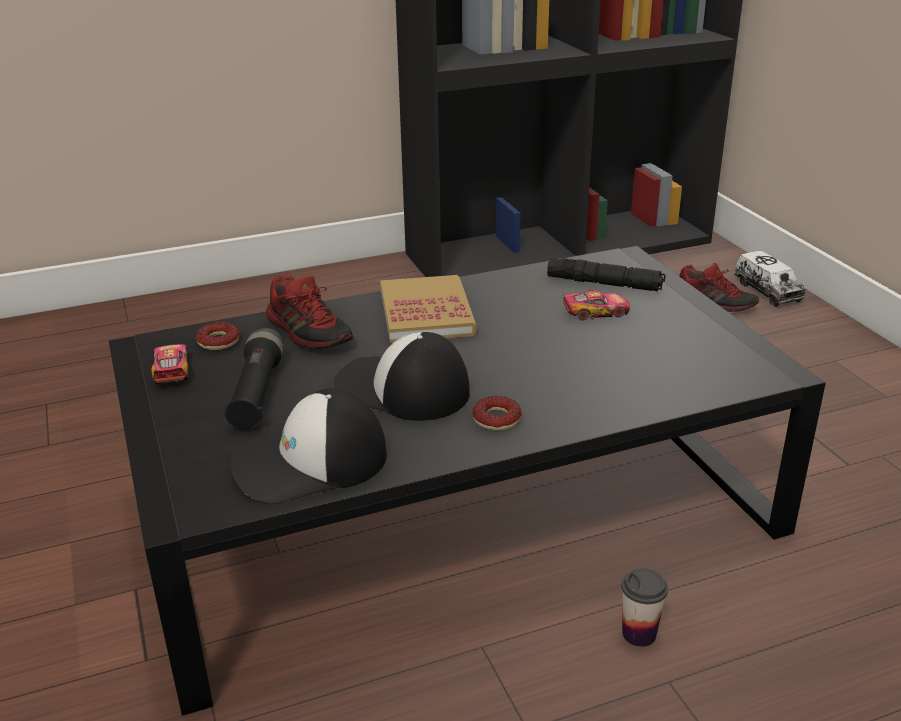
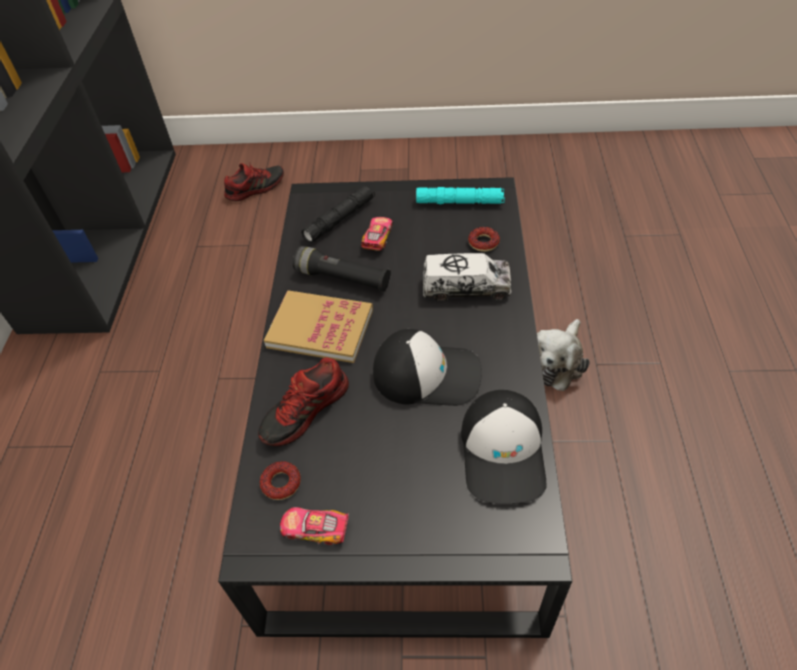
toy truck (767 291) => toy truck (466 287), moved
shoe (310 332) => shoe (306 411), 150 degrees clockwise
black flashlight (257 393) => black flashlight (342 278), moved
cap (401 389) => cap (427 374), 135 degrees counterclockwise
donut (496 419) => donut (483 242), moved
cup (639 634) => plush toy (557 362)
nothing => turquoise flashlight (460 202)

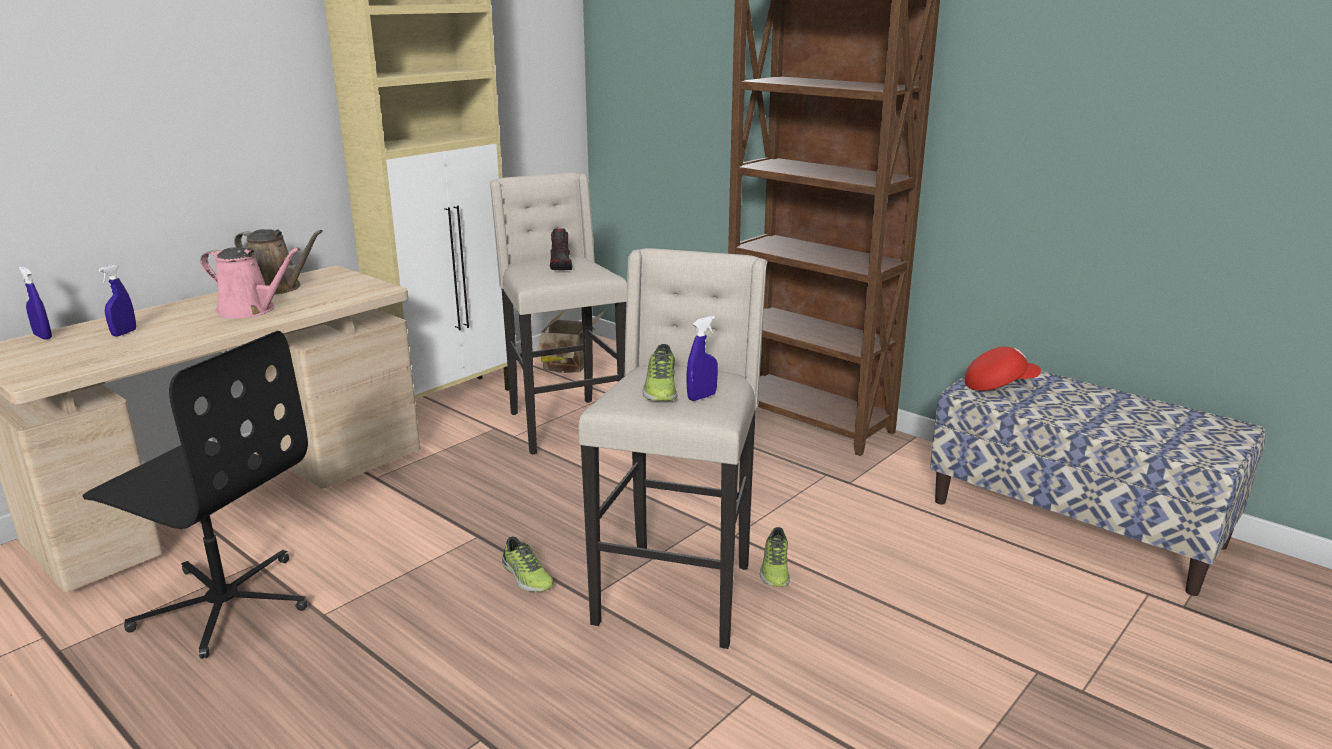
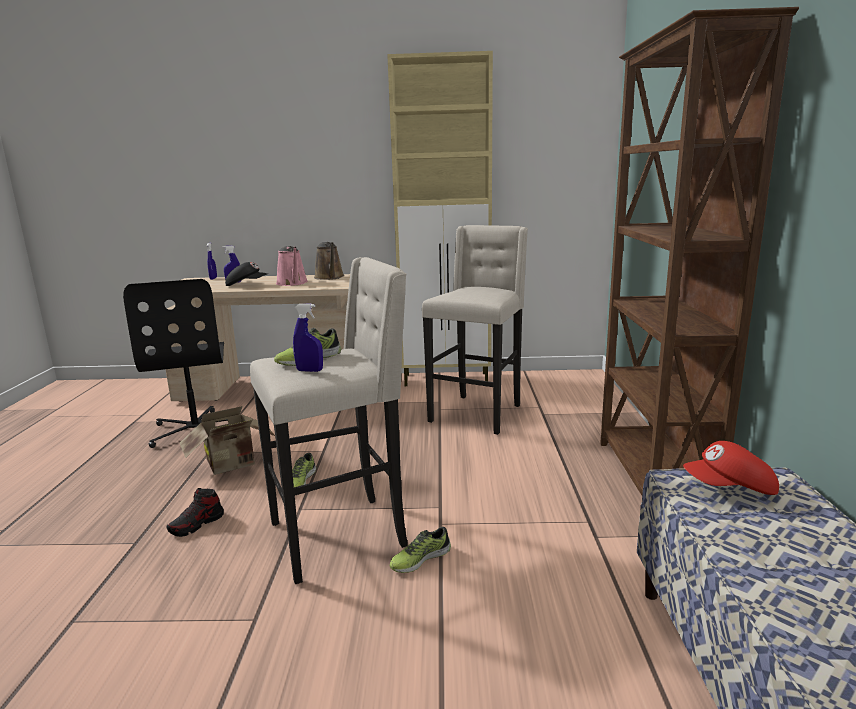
shoe (561 265) => shoe (197 524), moved
cardboard box (571 365) => cardboard box (233 465), moved
red cap (999 385) => red cap (730 489), 135 degrees clockwise
nothing => black cap (247 285)

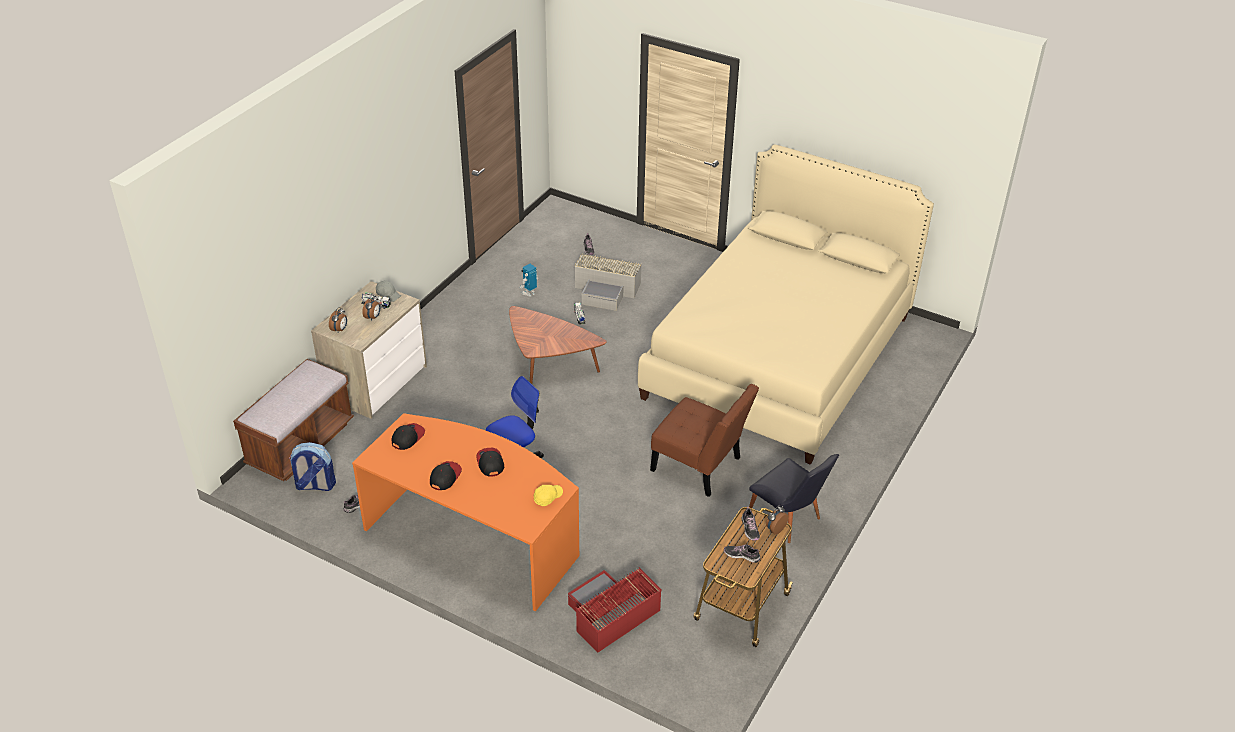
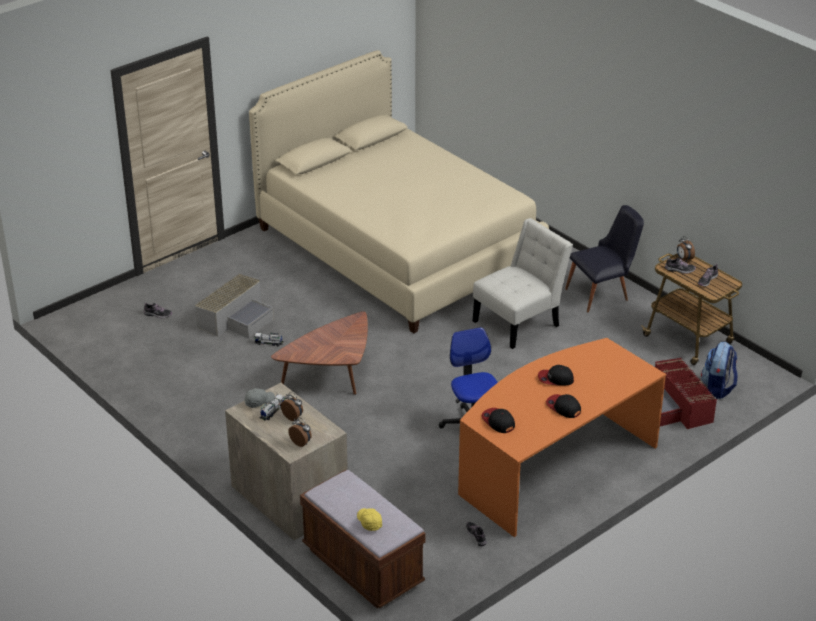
toy robot (529 293) => nothing
brown chair (700 467) => white chair (520 322)
backpack (315 485) => backpack (718 389), moved
yellow cap (547 497) => yellow cap (369 522), moved

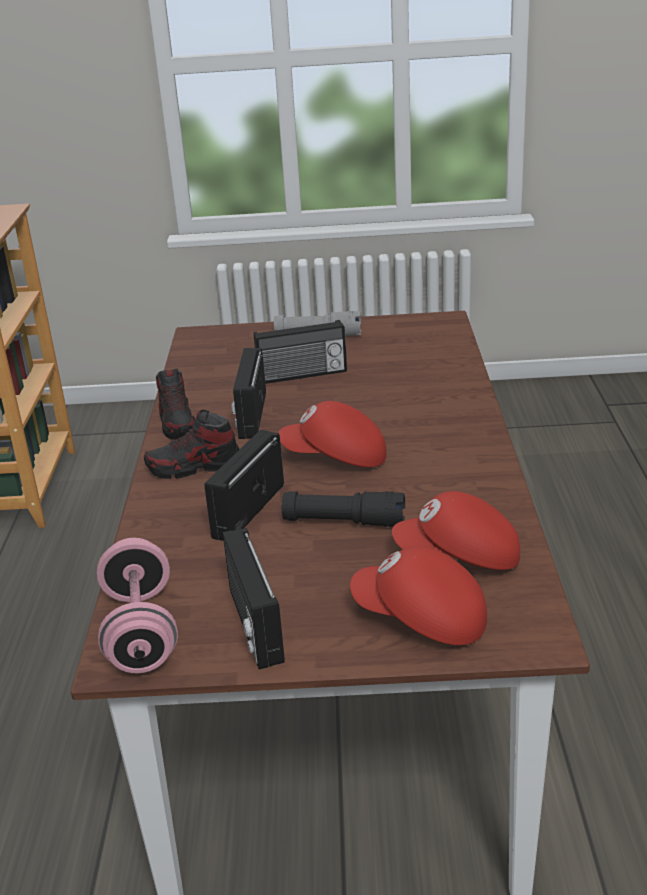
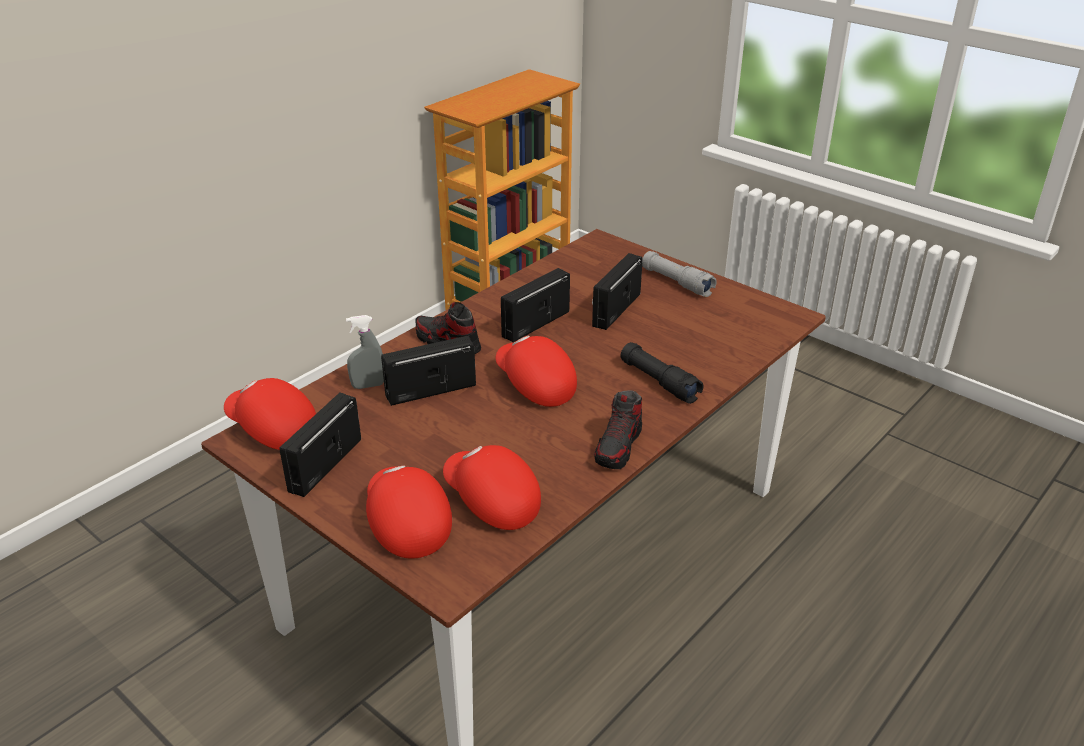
radio (302 375) => radio (615 309), 90 degrees clockwise
shoe (178 425) => shoe (618 447), moved
black flashlight (344 522) => black flashlight (659 382), moved
pink dumbbell (141 631) => red cap (272 430)
nothing => grey spray bottle (368 385)

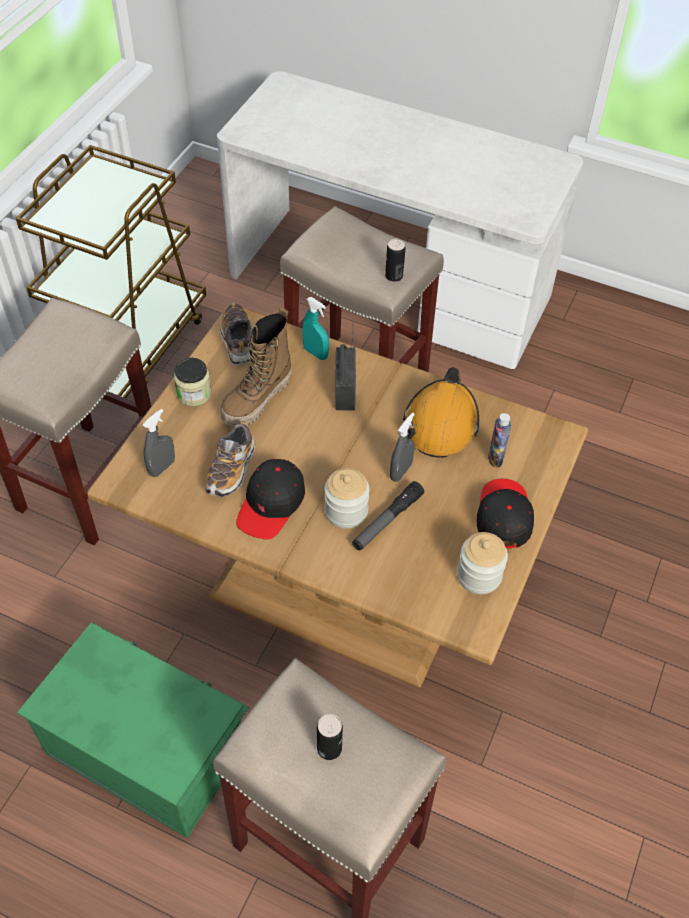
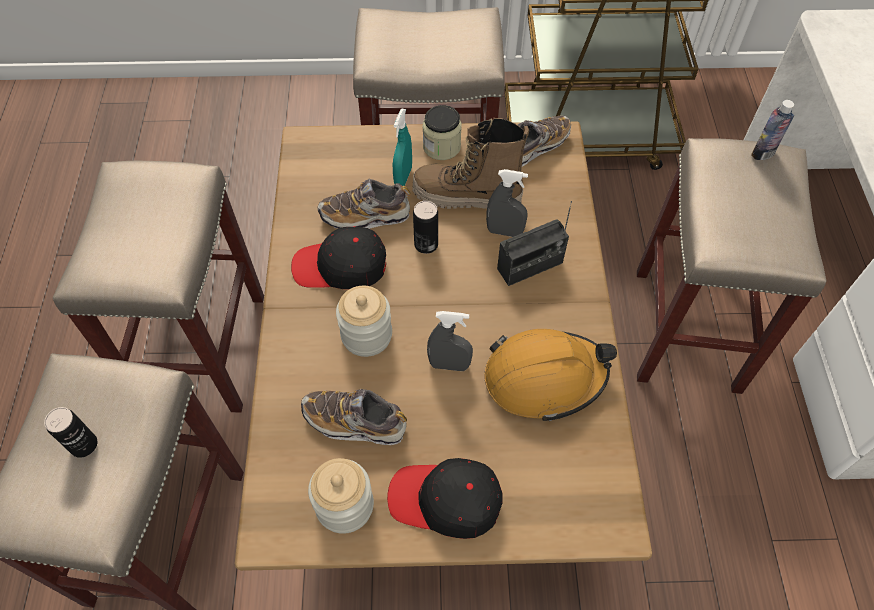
can (394 276) => can (426 244), moved
turquoise spray bottle (315 353) => turquoise spray bottle (403 177), moved
grey spray bottle (162 467) => grey spray bottle (504 232), moved
bottle (495 458) => bottle (762 153), moved
black cap (503 516) => black cap (445 500), 150 degrees counterclockwise
flashlight (387 521) => nothing
green storage box (146 748) => beige stool (202 348)
nothing => shoe (355 422)

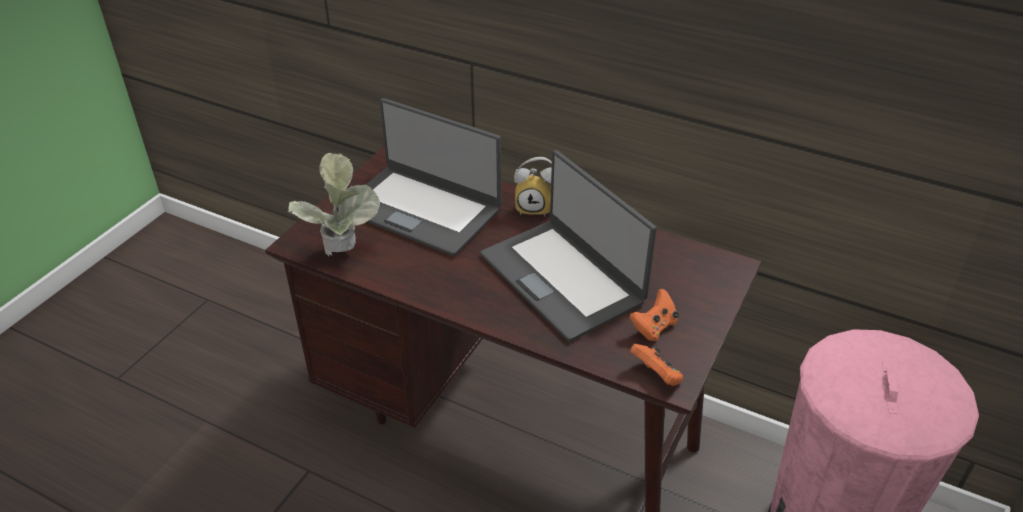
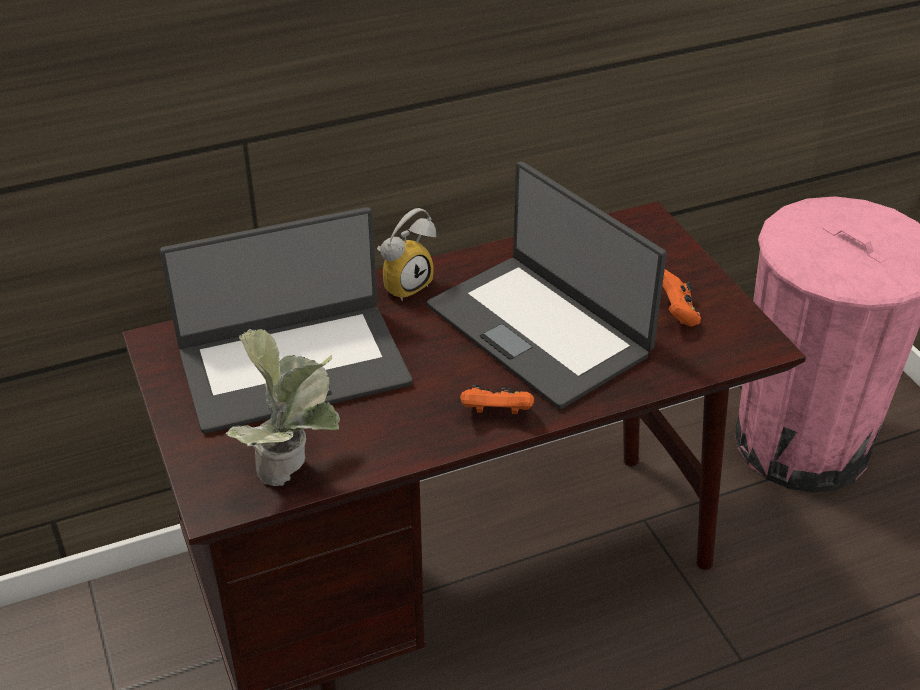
laptop (563 278) => laptop (540 329), 45 degrees clockwise
orange game controller (656 376) => orange game controller (497 414), moved

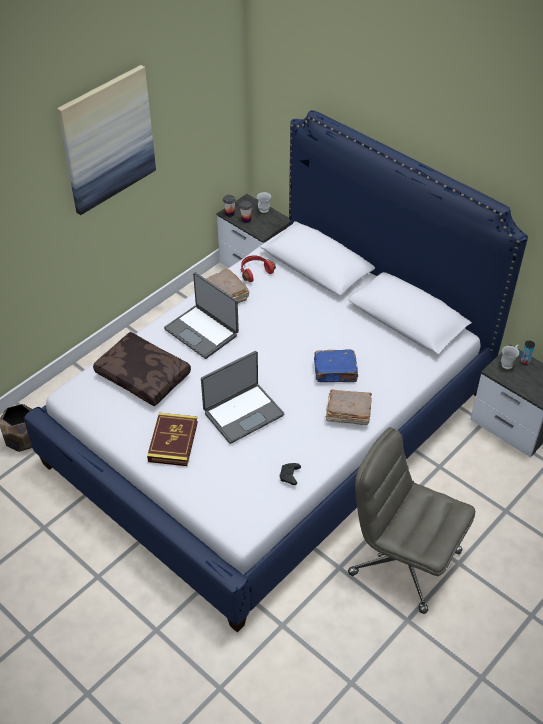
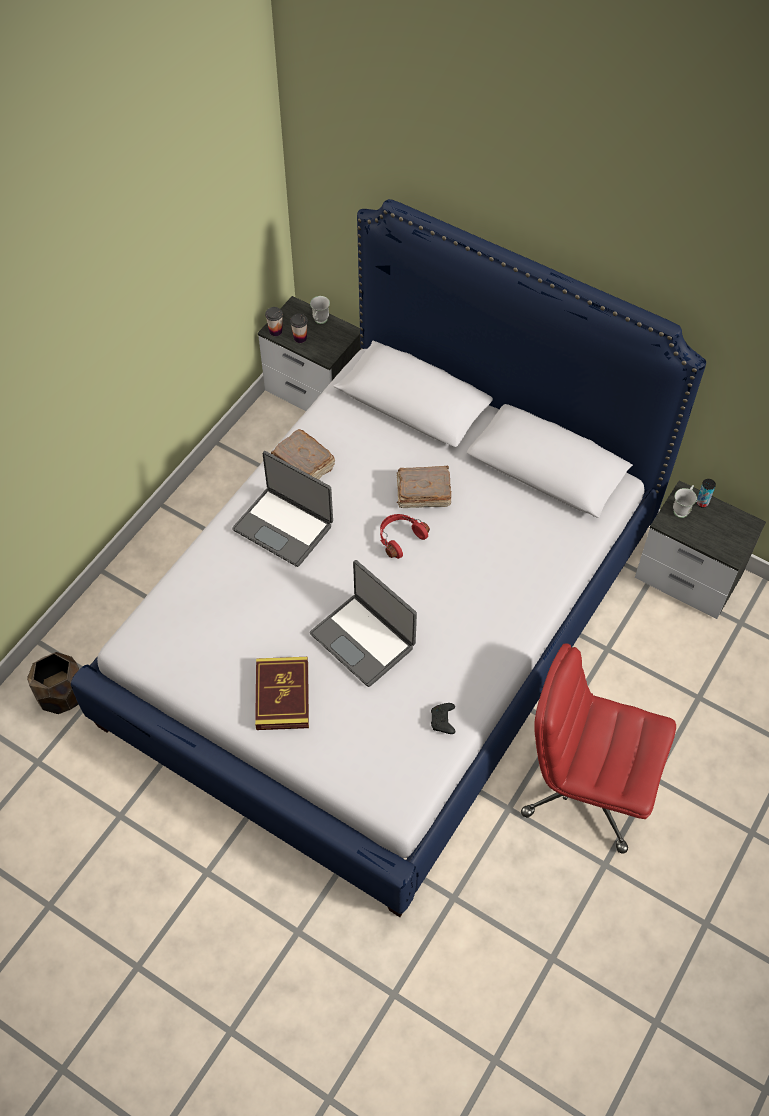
picture (107 140) => nothing
red headphones (255 271) => red headphones (400 538), moved
brown pillow (144 375) => nothing
blue book (336 372) => nothing
laptop (243 413) => laptop (364 639), 90 degrees clockwise
brown book (347 413) => brown book (422 494), moved
grey office chair (403 562) => red office chair (586 787)

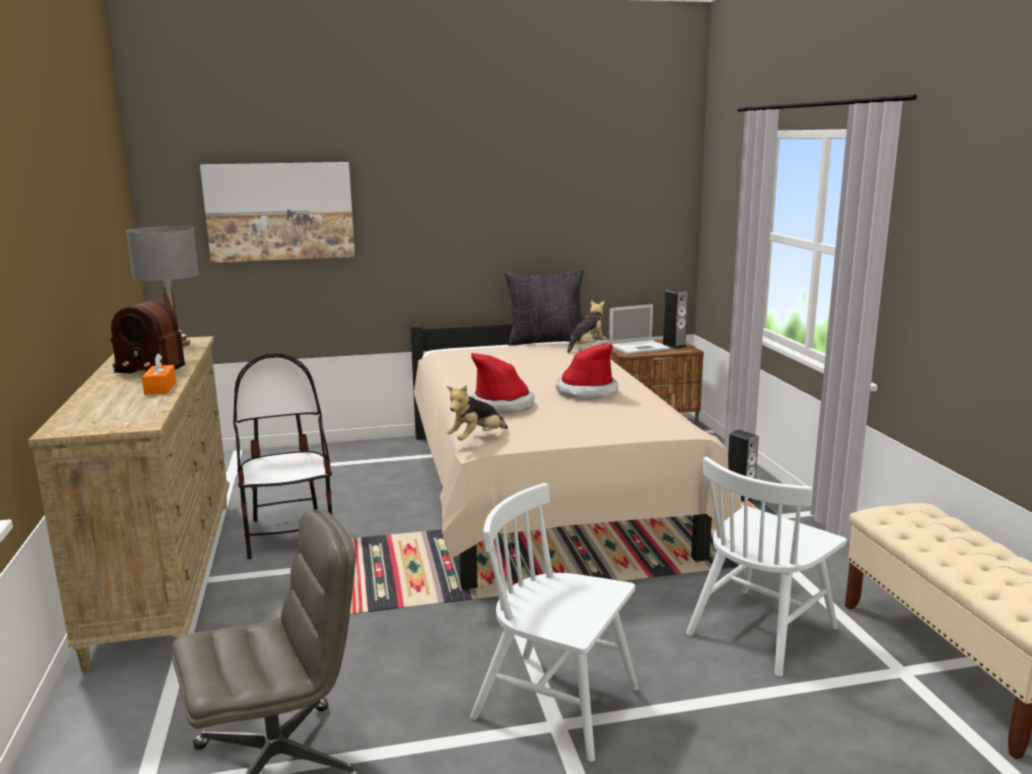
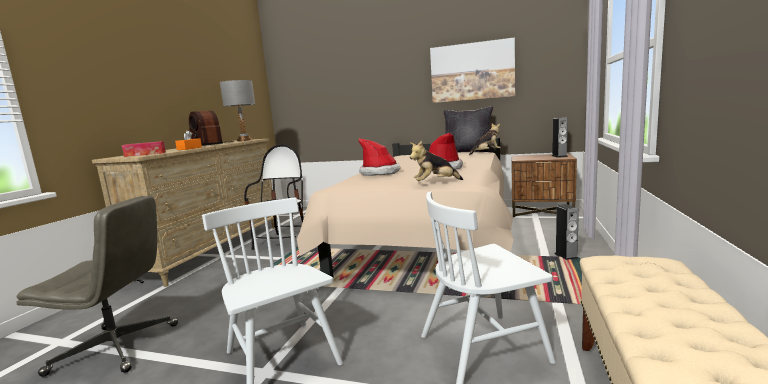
picture (280 211) => picture (472 71), moved
laptop (640 347) => nothing
plush toy (476 439) => plush toy (435 183), moved
nothing => tissue box (145 154)

